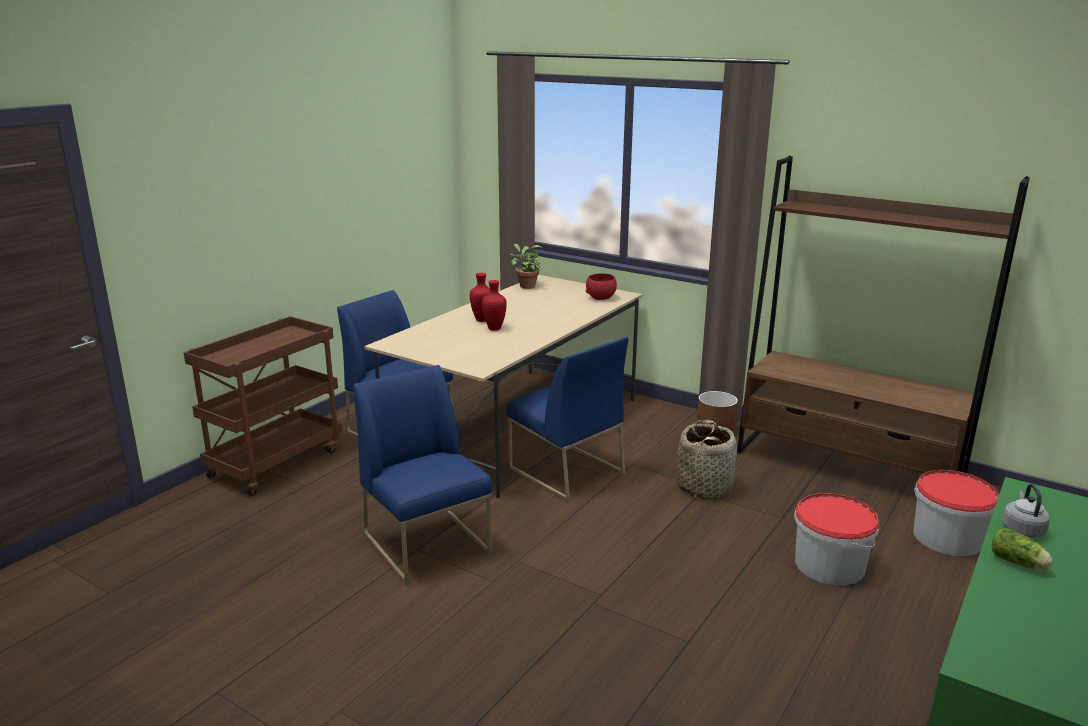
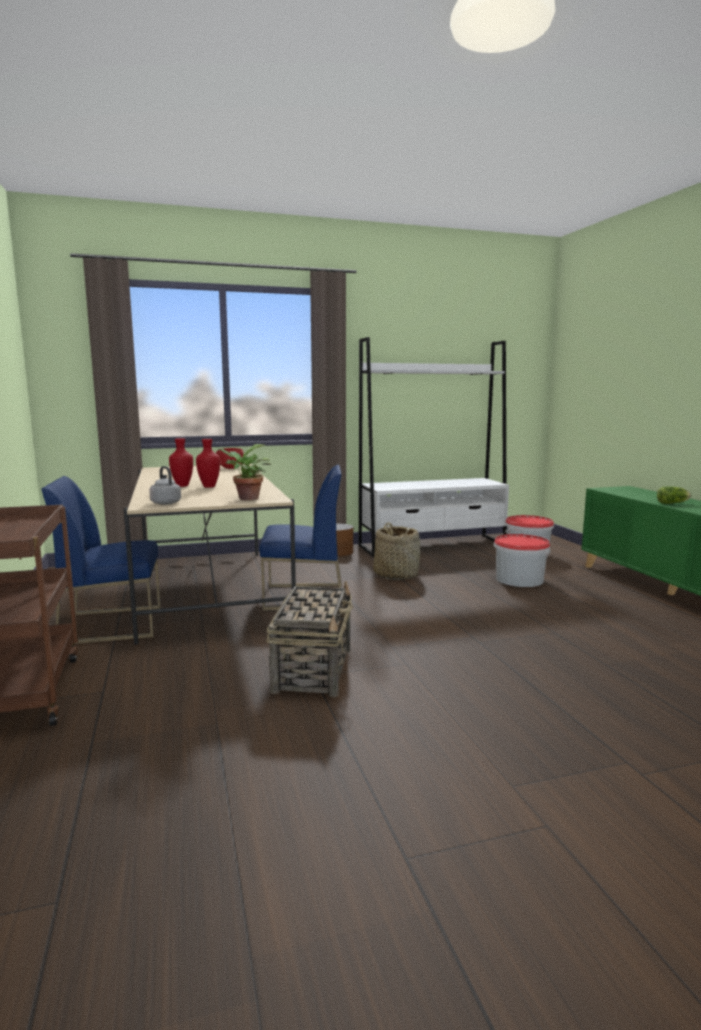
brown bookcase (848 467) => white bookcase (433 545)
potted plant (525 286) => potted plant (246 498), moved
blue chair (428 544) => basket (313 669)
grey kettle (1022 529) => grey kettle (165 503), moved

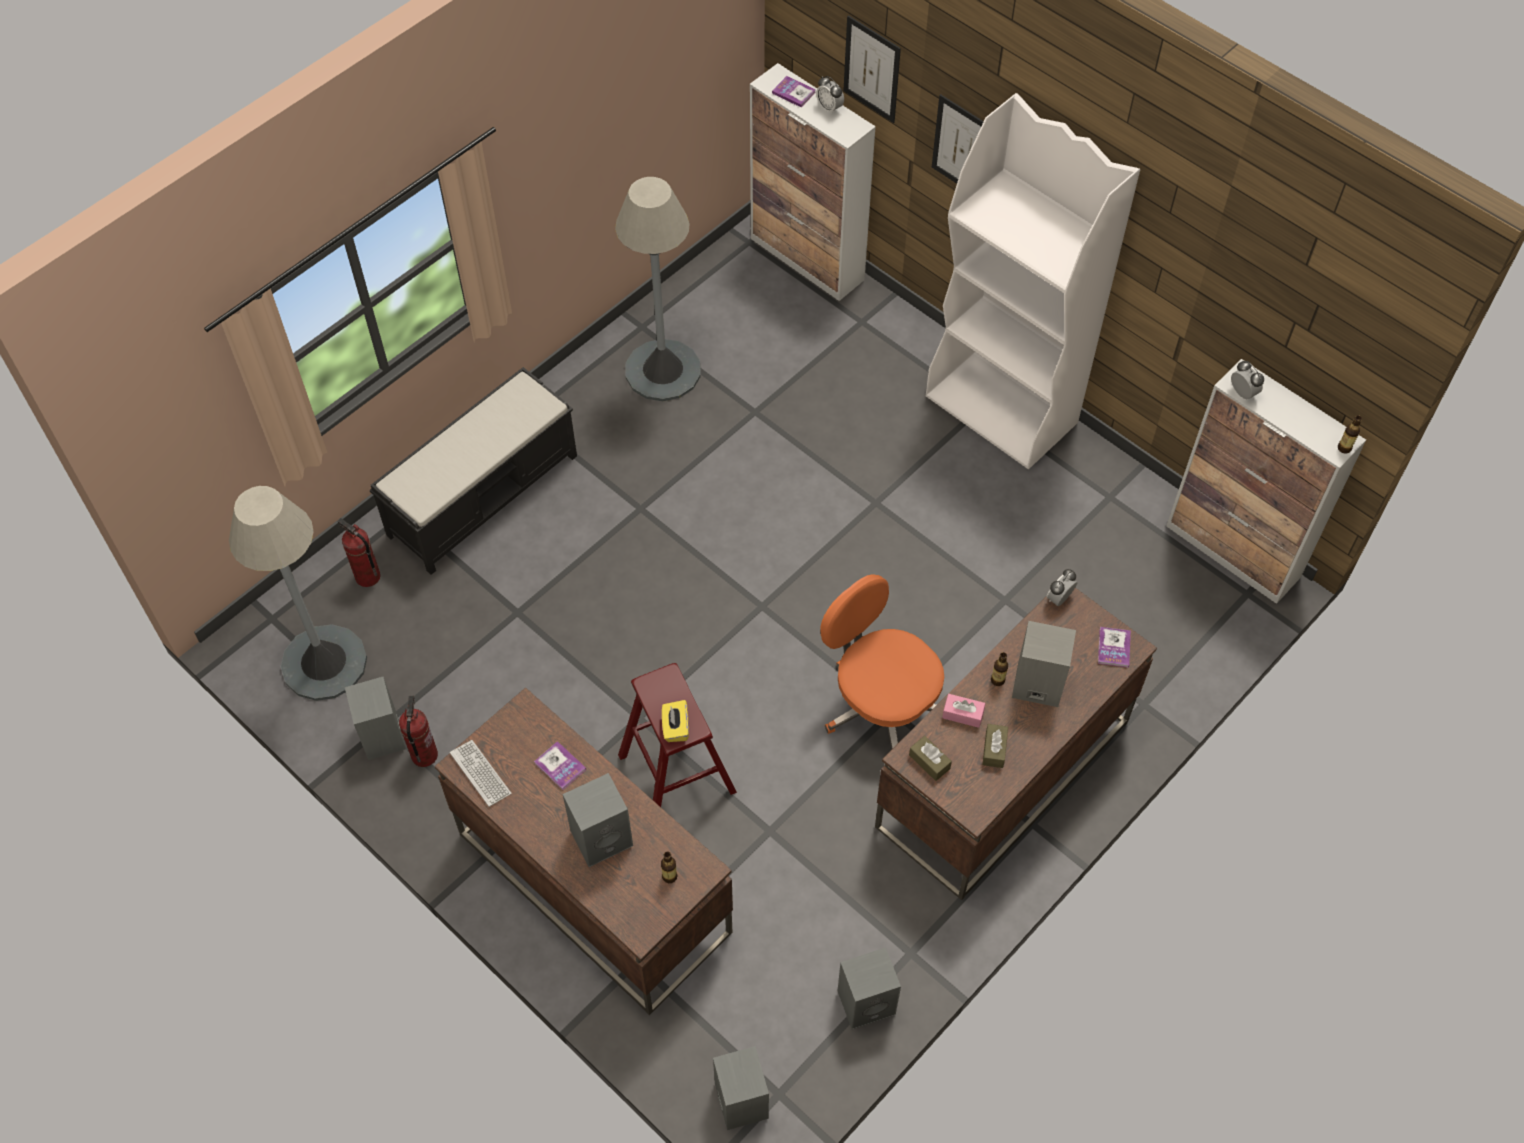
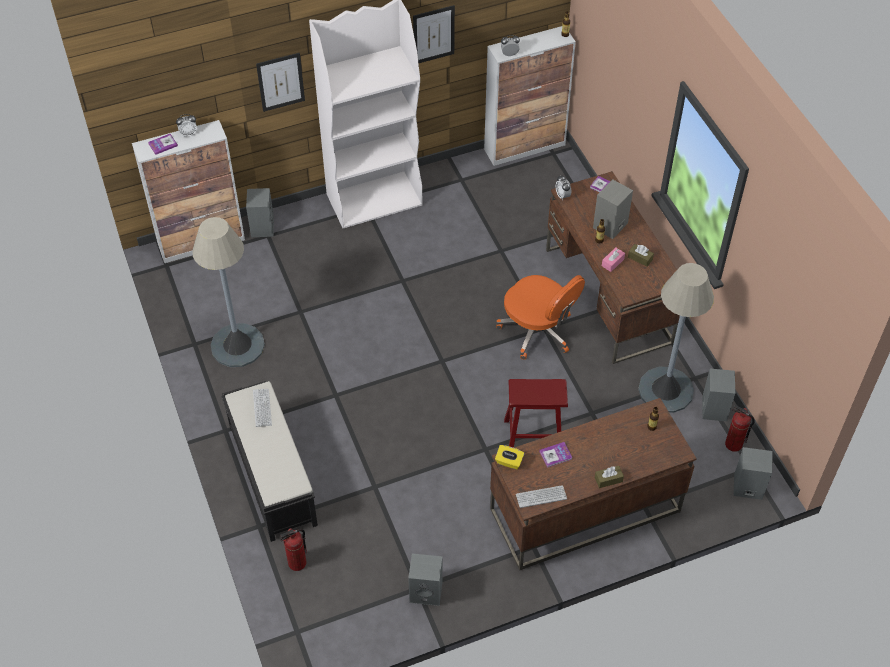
picture (872 69) => picture (433 34), moved
grey floor lamp (324 663) => grey floor lamp (665 390), moved
orange office chair (880 704) => orange office chair (537 331), 120 degrees counterclockwise
fire extinguisher (424 755) => fire extinguisher (733 444), moved
yellow tissue box (675 728) => yellow tissue box (509 462), moved
brown tissue box (929 762) => brown tissue box (608 479), moved
grey speaker (602 837) => grey speaker (262 227), moved
nothing => keyboard (262 408)

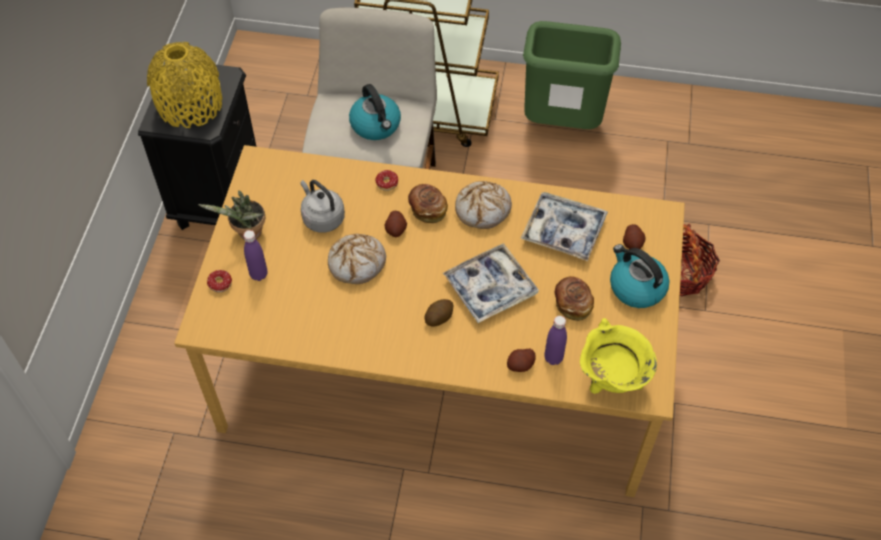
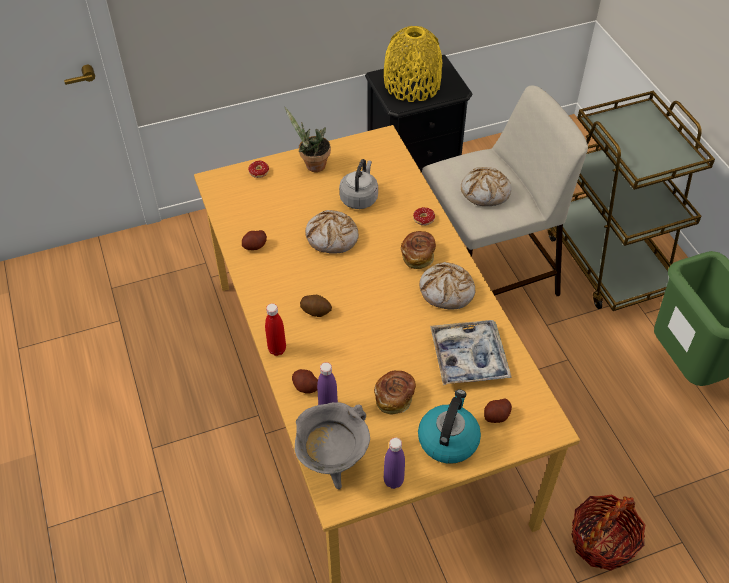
kettle (376 125) => bread (485 192)
potato (396 229) => potato (255 246), moved
purple bottle (259 274) => purple bottle (393 481), moved
tray (490 288) => nothing
yellow cooking pot (611 380) => grey cooking pot (332 461)
nothing => red bottle (277 349)

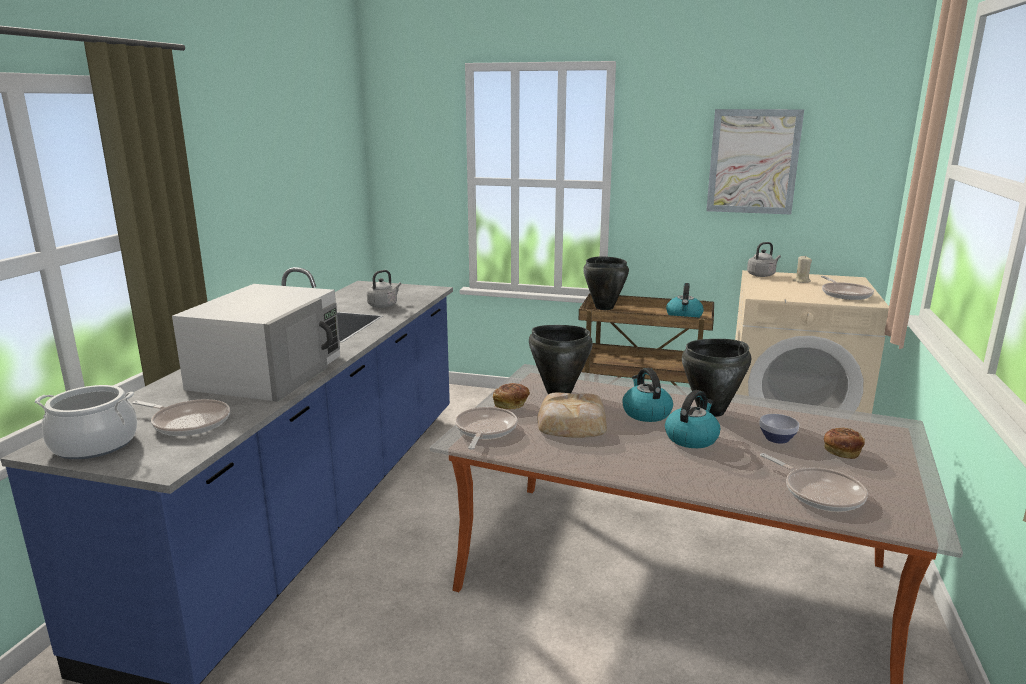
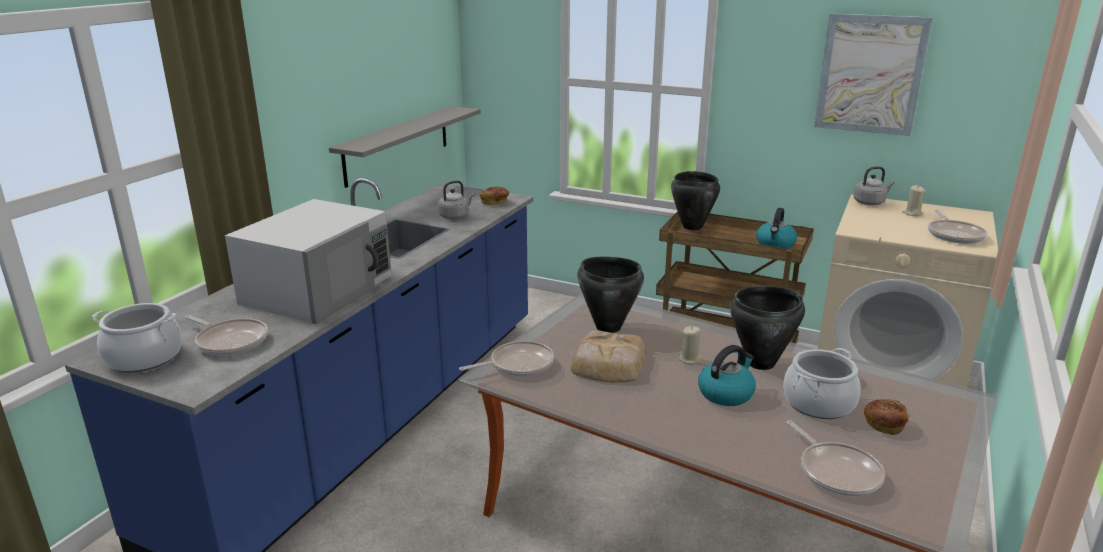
kettle (646 413) => beige candle (689 359)
bread (511 404) => bread (495 202), moved
frying pan (484 430) => frying pan (518 365), 45 degrees clockwise
bowl (777 439) => cooking pot (819 403)
nothing => grey shelf (397 144)

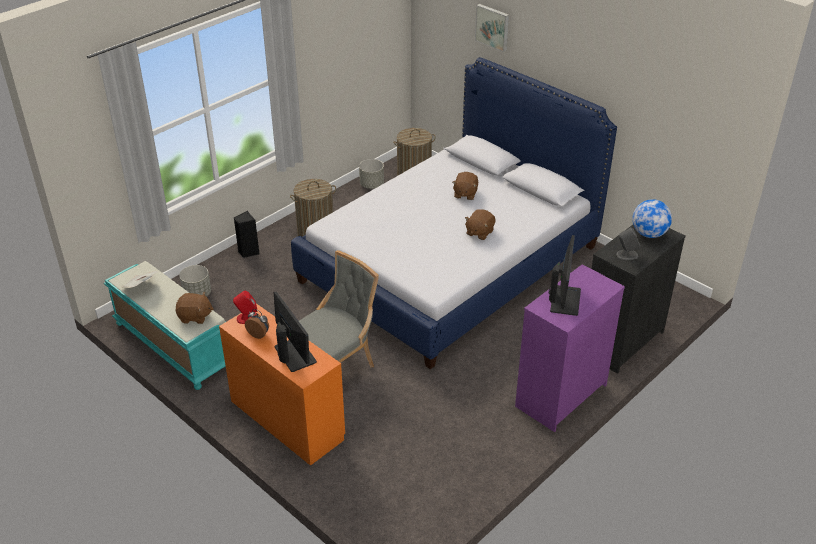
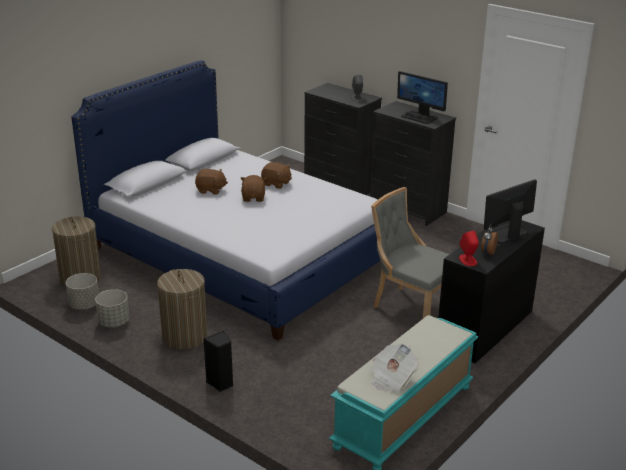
picture (493 27) => nothing
globe (648 234) => nothing
monitor (564 300) => monitor (420 117), 150 degrees counterclockwise
purple dresser (560 395) => black dresser (407 209)
grey planter (197 294) => grey planter (113 322), moved
brown plush toy (195 317) => brown plush toy (253 198), moved
orange desk (286 420) => black desk (485 328)

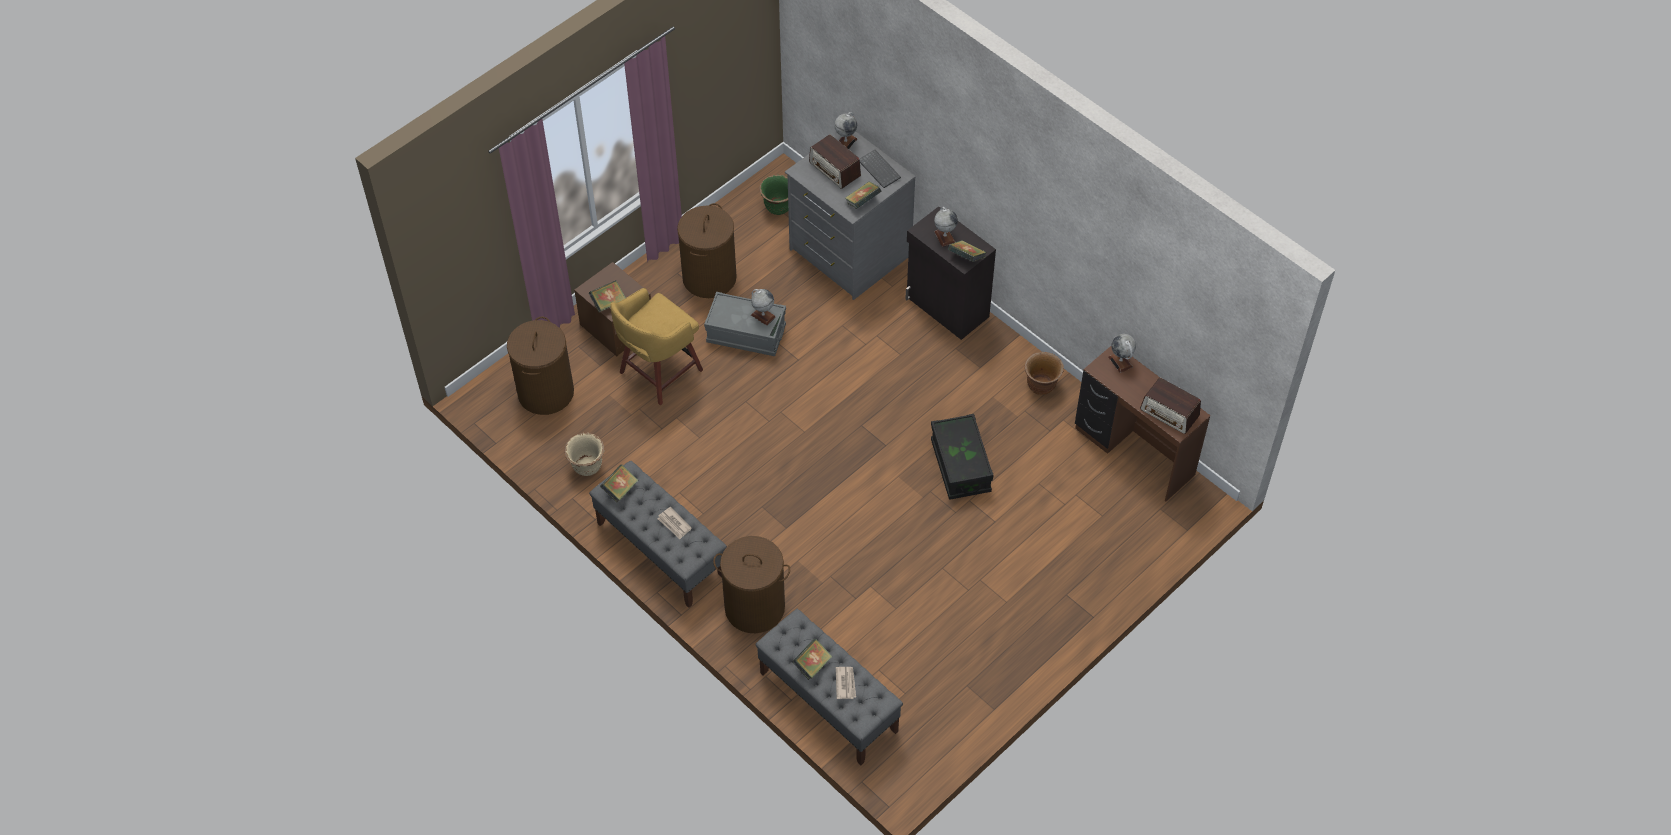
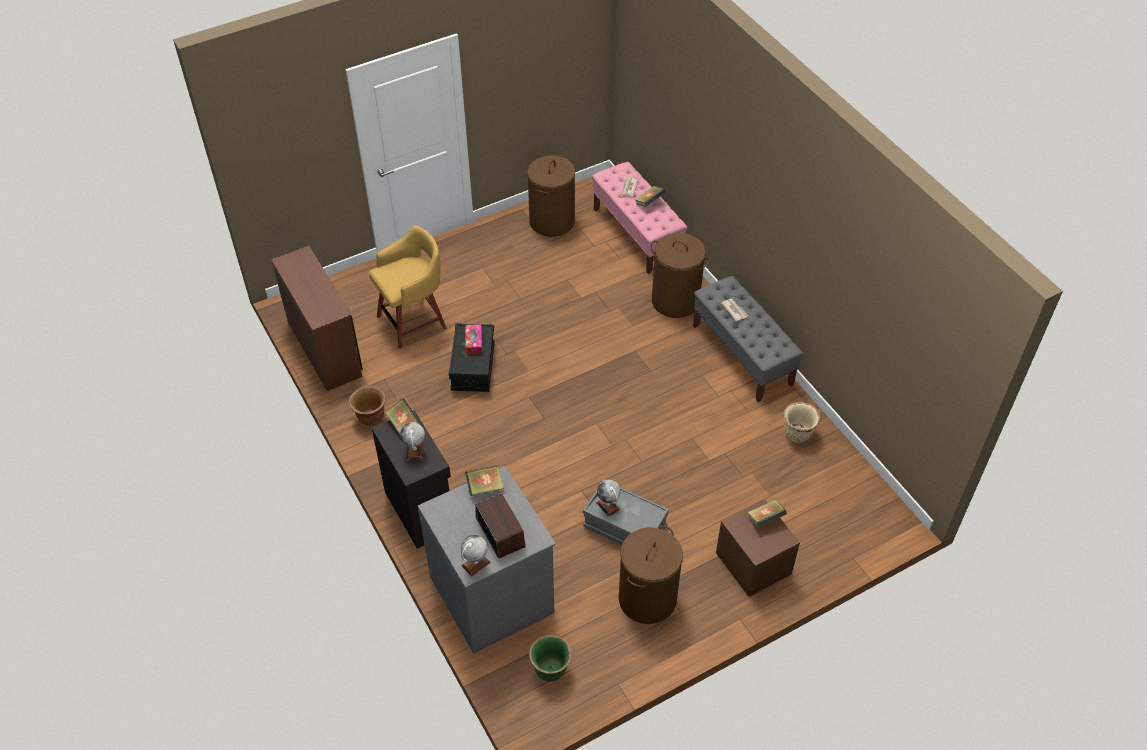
keyboard (880 169) => nothing
yellow stool (658 373) => yellow stool (414 321), moved
brown laundry basket (545 392) => brown laundry basket (552 222), moved
globe (1120 362) => nothing
radio (1169 413) => nothing
book (620 489) => nothing
grey bench (828 701) => pink bench (637 234)
nothing => tissue box (474 342)

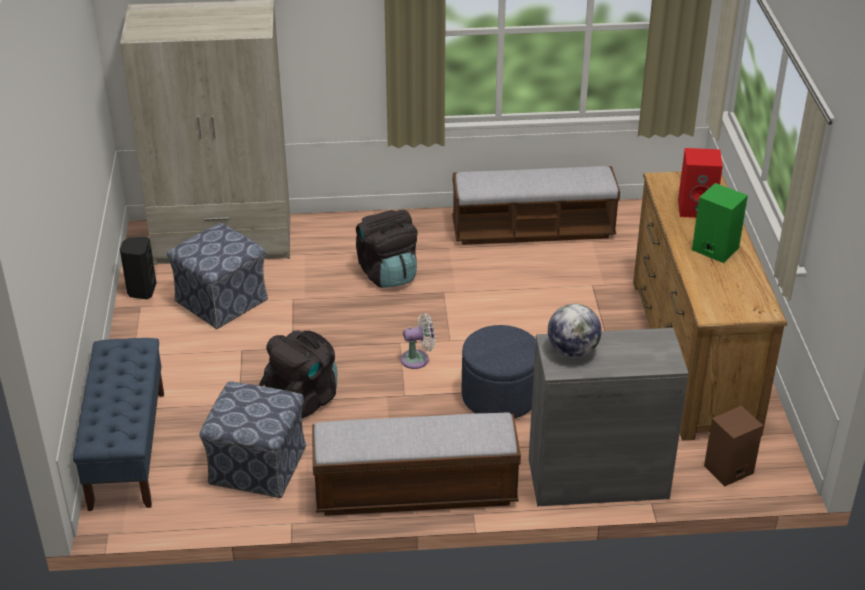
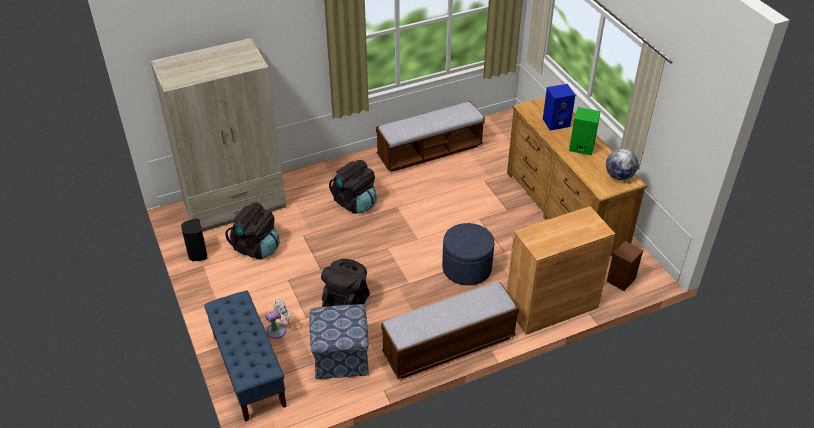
red speaker (697 208) => blue speaker (556 122)
ottoman (222 300) => black backpack (256 247)
globe (572 350) => globe (619 176), moved
white fan (418 359) => white fan (278 329), moved
grey cabinet (598 478) => brown cabinet (551 306)

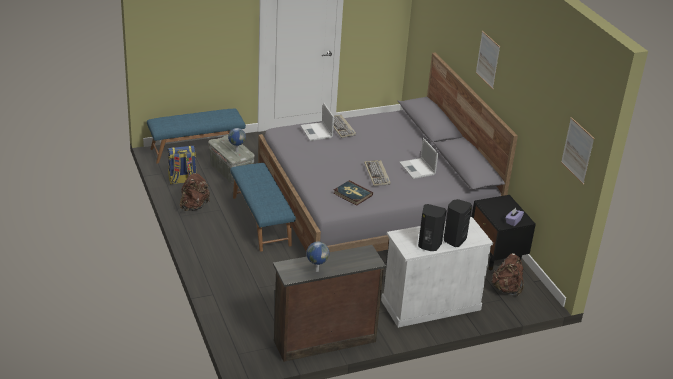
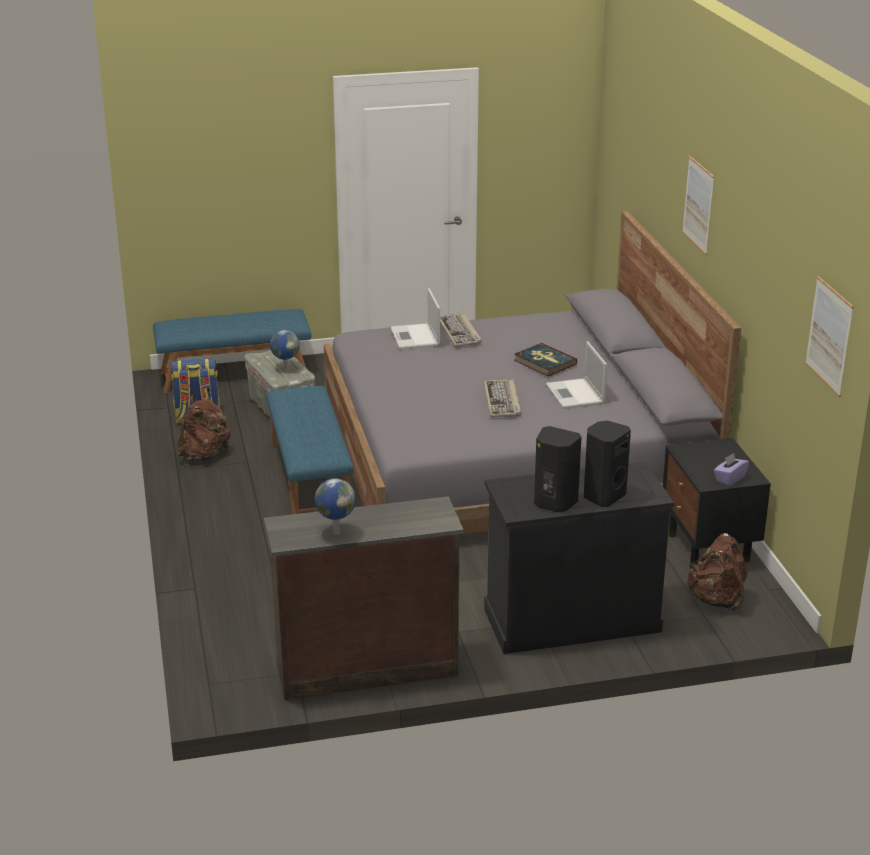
book (352 194) => book (544 362), moved
white cabinet (430 305) => black cabinet (571 620)

